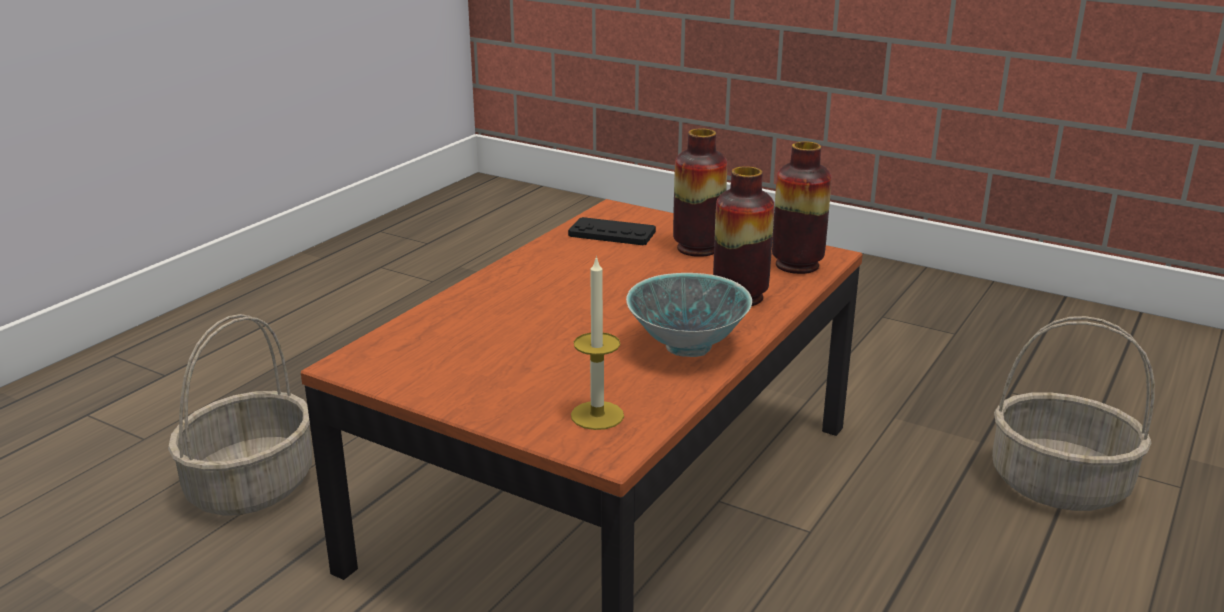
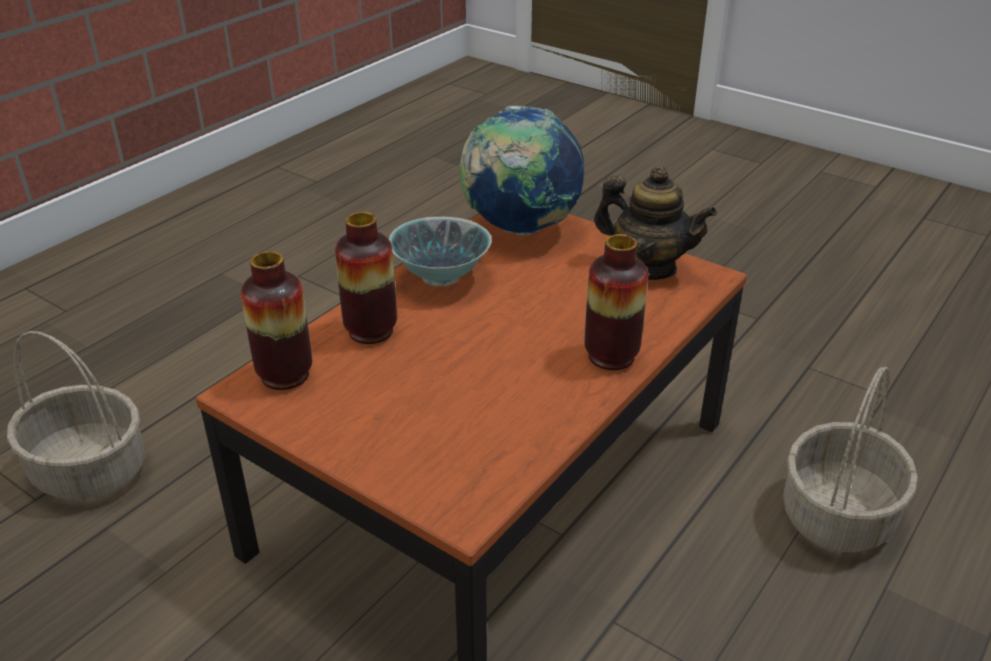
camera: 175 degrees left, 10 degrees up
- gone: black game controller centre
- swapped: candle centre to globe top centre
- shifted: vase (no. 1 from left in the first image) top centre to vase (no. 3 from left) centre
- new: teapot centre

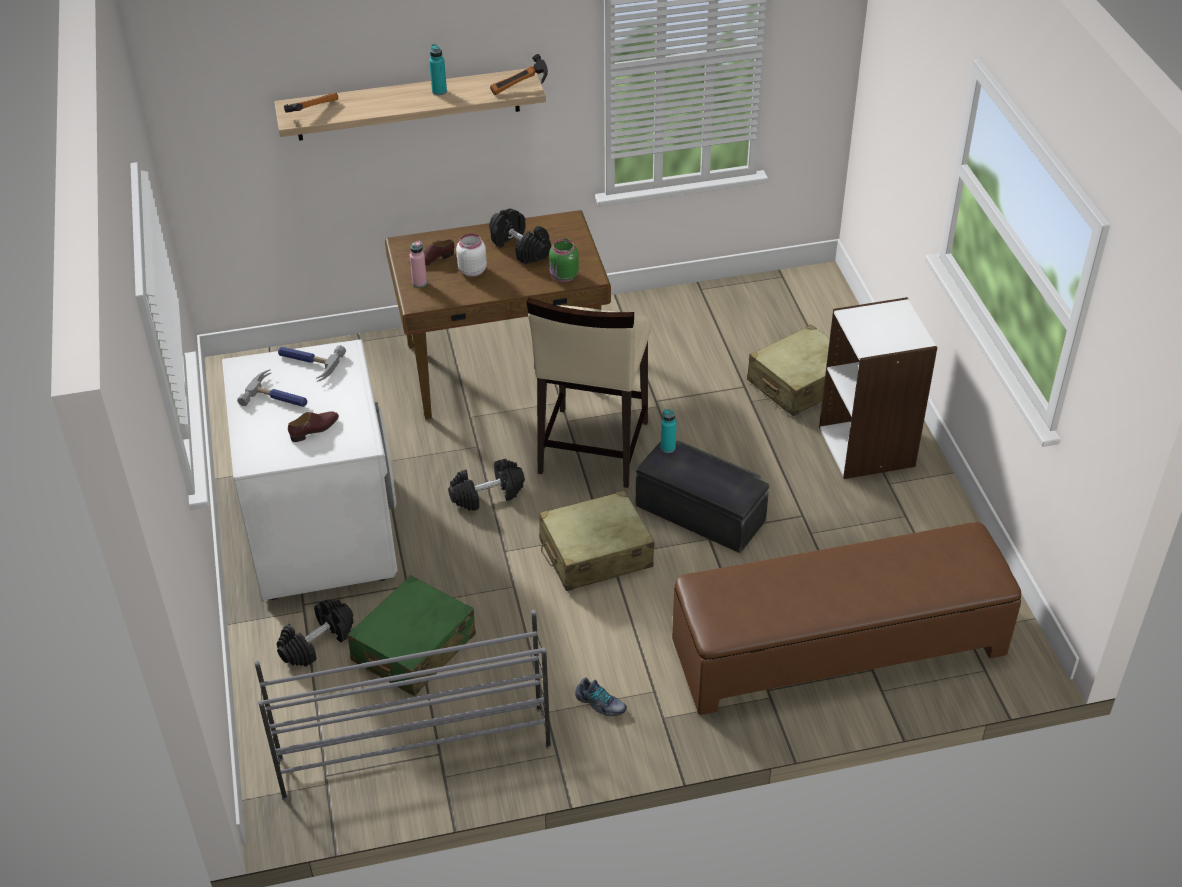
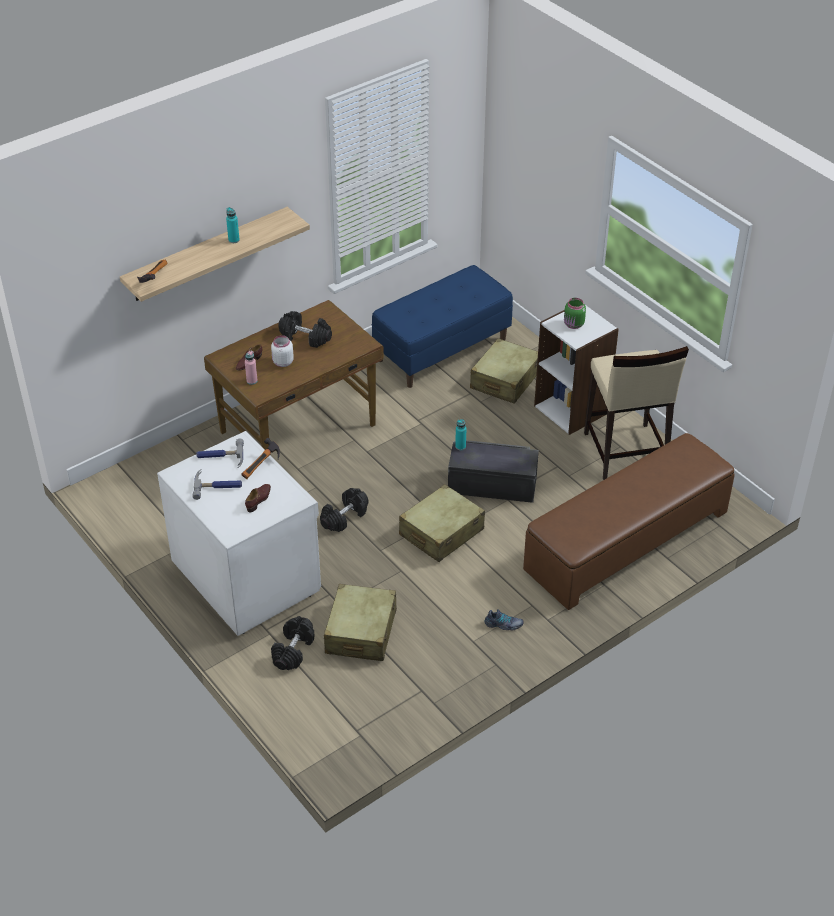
camera: 25 degrees left, 0 degrees up
- gone: grey shoe rack bottom centre
- repainted: green suitcase bottom centre to beige suitcase (no. 1 from left) bottom centre
- shifted: hammer (no. 4 from left) top centre to middle left
- shifted: beige stool centre to middle right
- shifted: green jar top centre to middle right
- new: blue bench centre

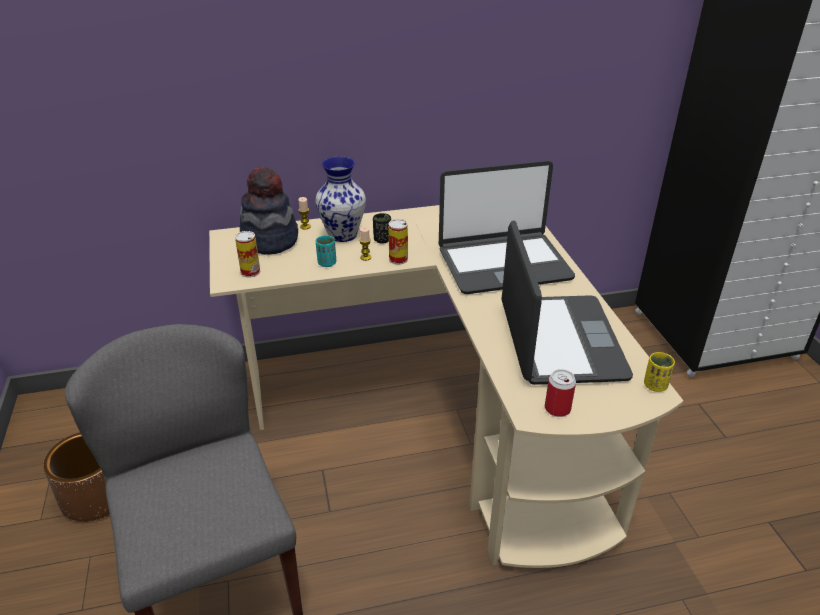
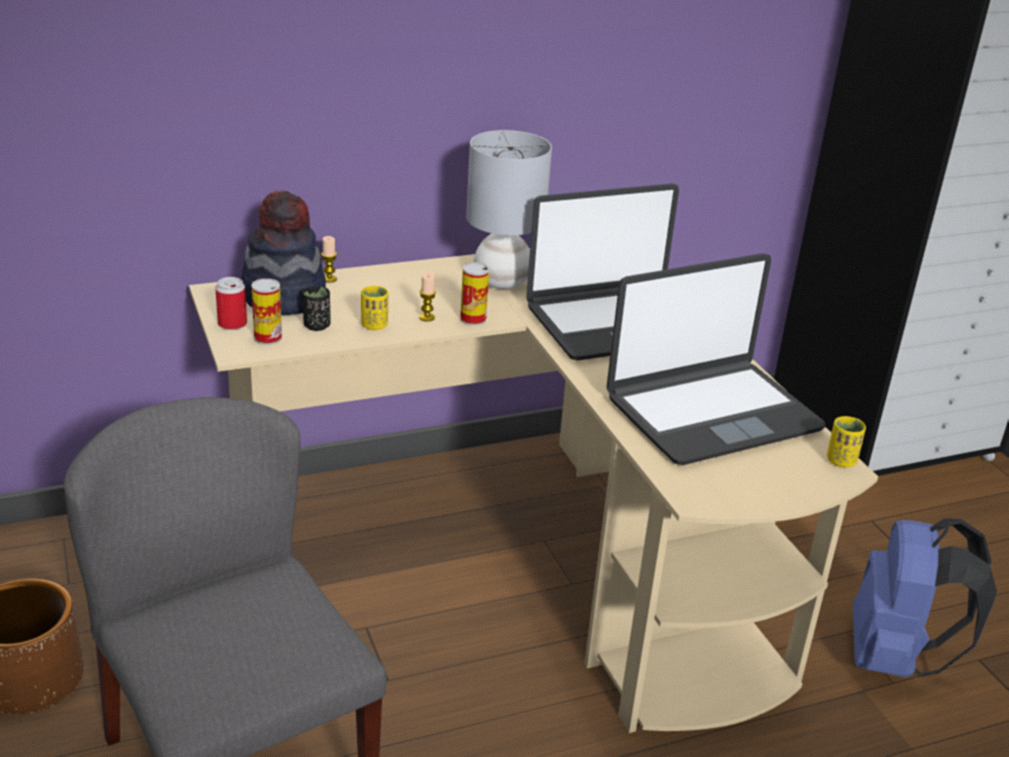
camera: 10 degrees left, 5 degrees down
- gone: vase top centre
- repainted: turquoise cup centre to yellow cup (no. 1 from left) centre
- shifted: black cup centre to middle left
- rotated: laptop (no. 2 from left) middle right = middle right 75 degrees clockwise
- shifted: can (no. 3 from left in the first image) middle right to can (no. 1 from left) middle left
- new: grey table lamp top centre
- new: blue backpack bottom right

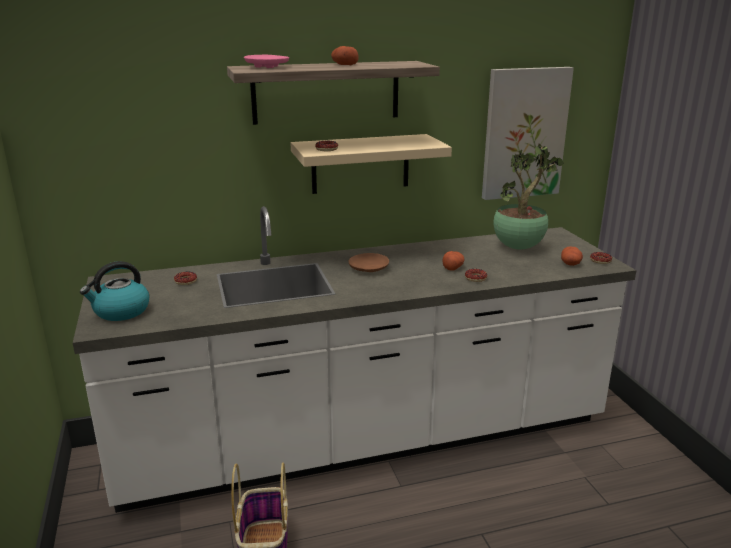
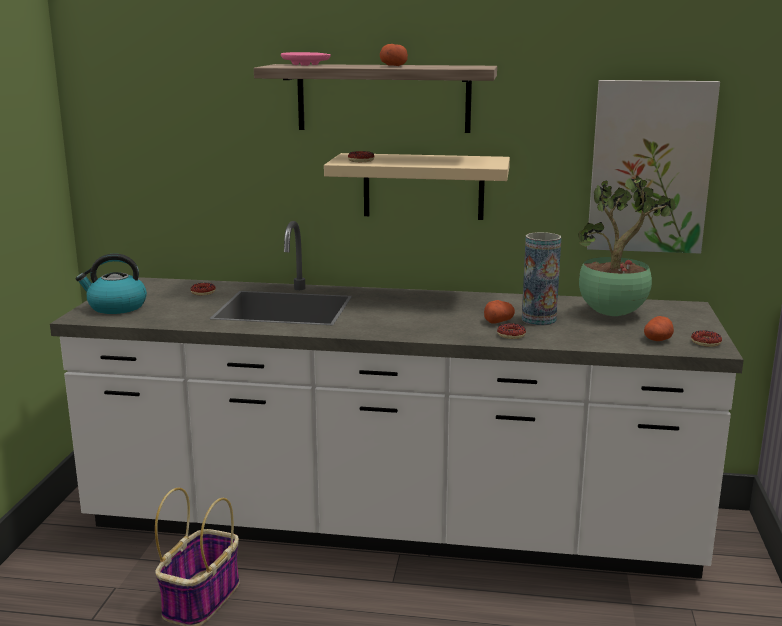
camera: 25 degrees right, 5 degrees down
- gone: brown plate centre
- new: vase middle right

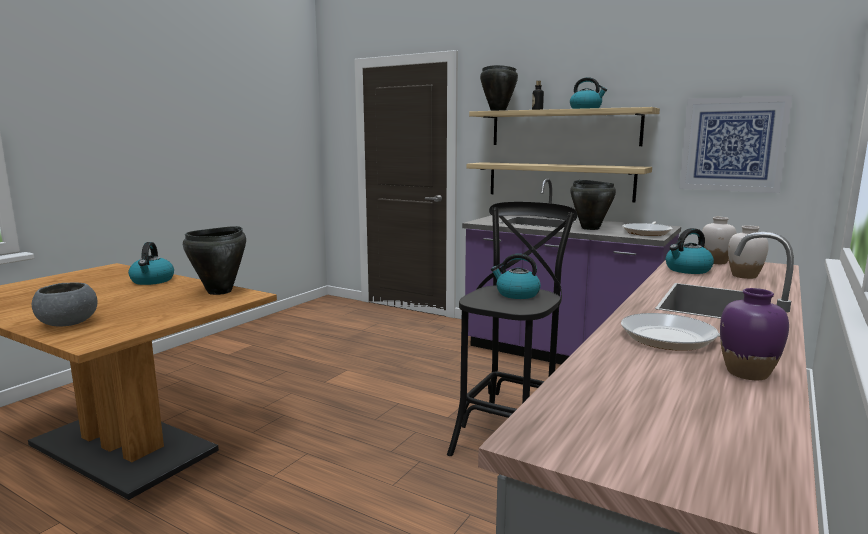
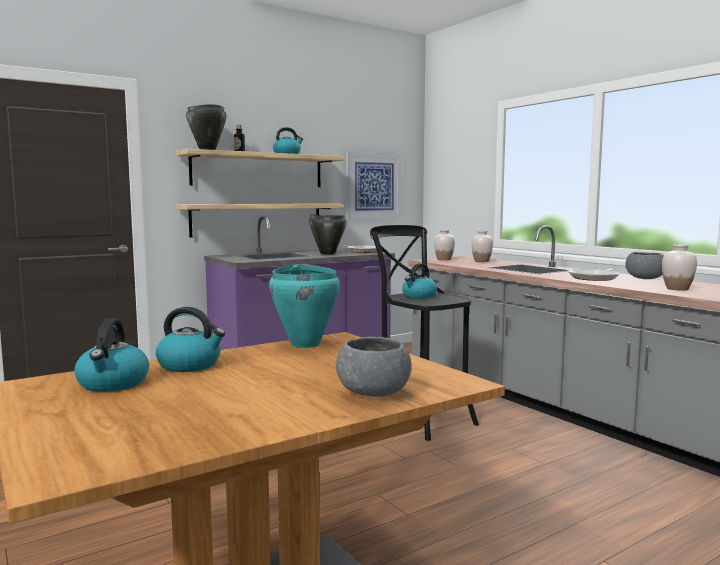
camera: 65 degrees left, 5 degrees down
- repainted: black cooking pot (no. 1 from left) middle left to turquoise cooking pot centre
- shifted: kettle (no. 4 from left in the first image) middle right to kettle (no. 1 from left) middle left
- swapped: purple vase middle right to grey bowl (no. 2 from left) middle right
- new: white vase (no. 3 from left) middle right

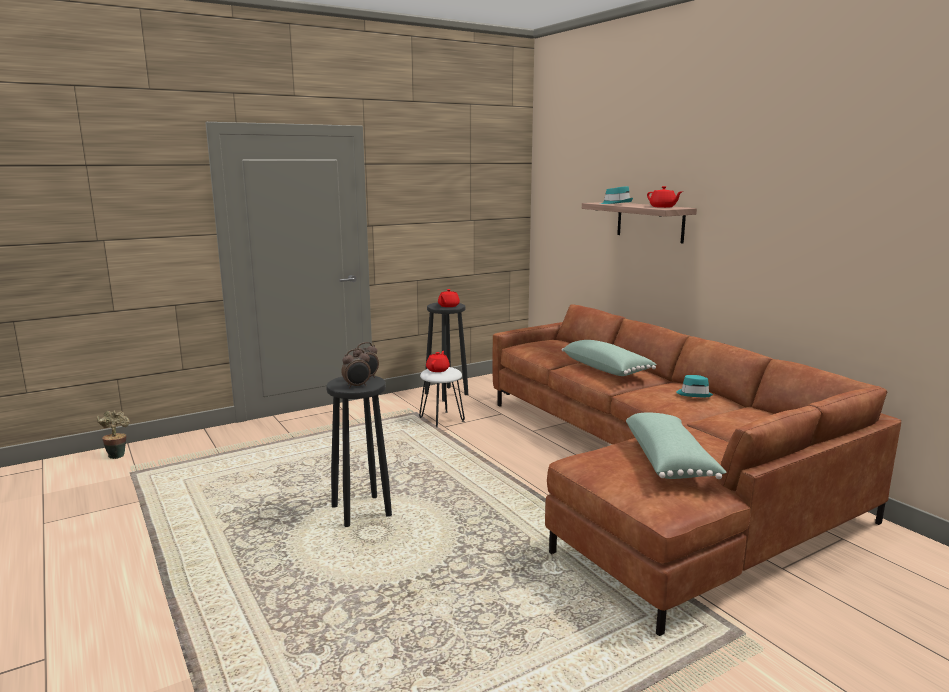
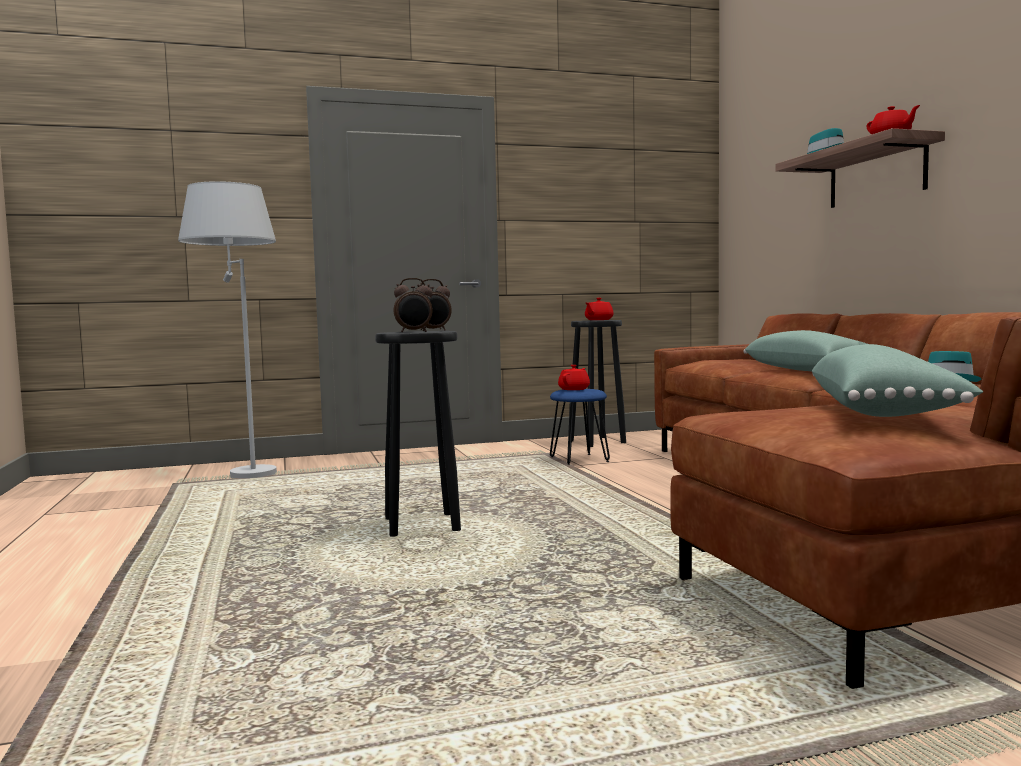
camera: 15 degrees right, 10 degrees down
- gone: potted plant middle left
- repainted: white stool centre to blue stool centre
- new: white floor lamp middle left

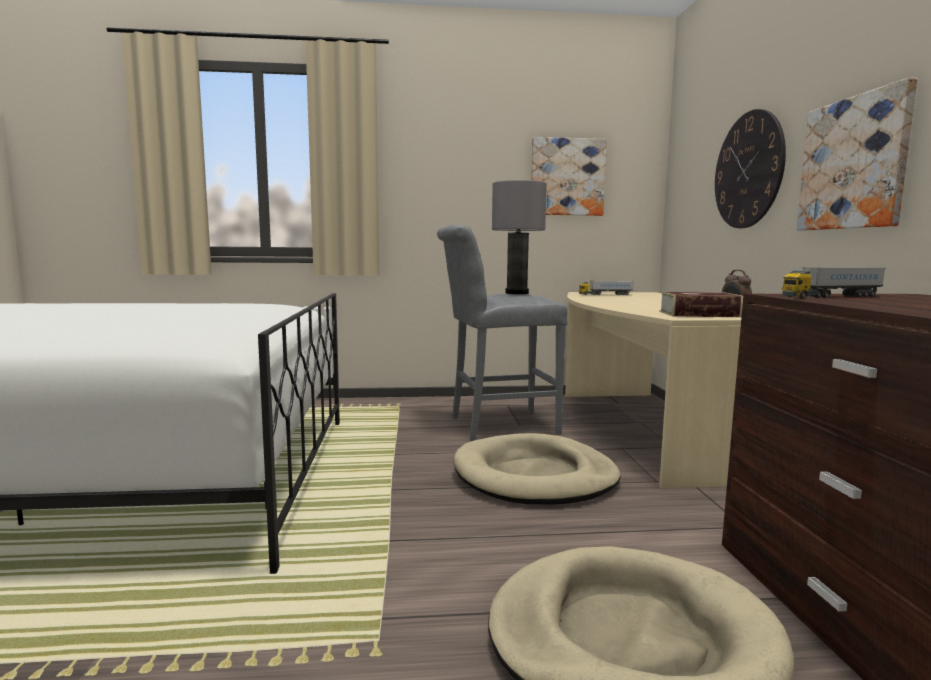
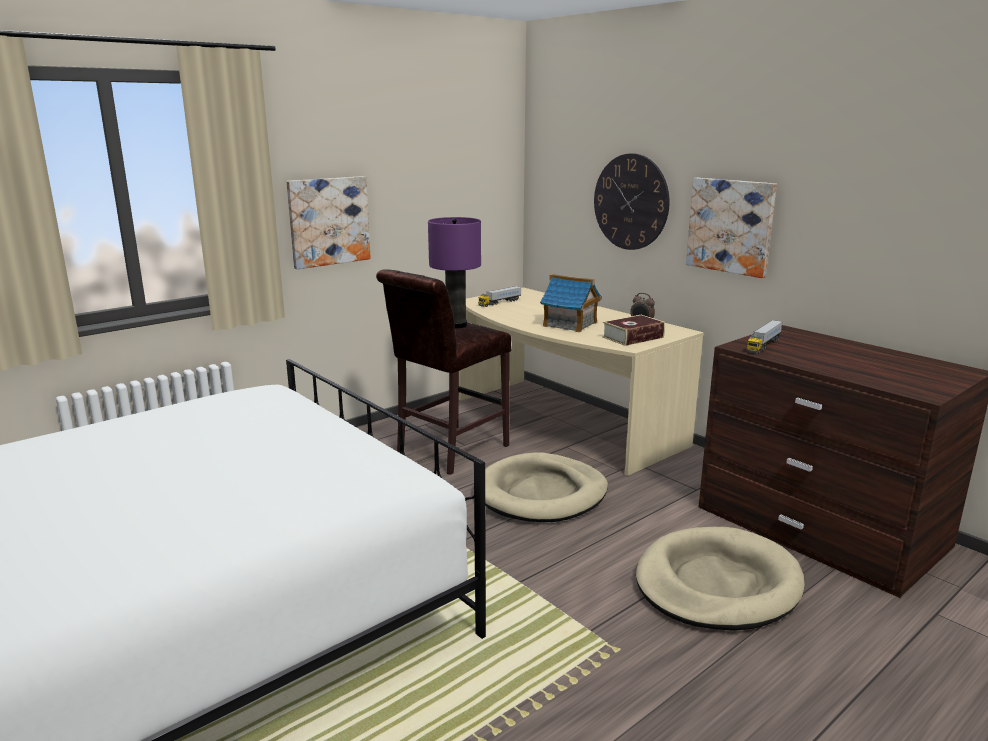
camera: 35 degrees left, 10 degrees up
- repainted: grey stool centre to brown stool centre
- repainted: grey table lamp centre to purple table lamp centre
- shifted: picture (no. 1 from left) top centre to top left
- new: toy house centre

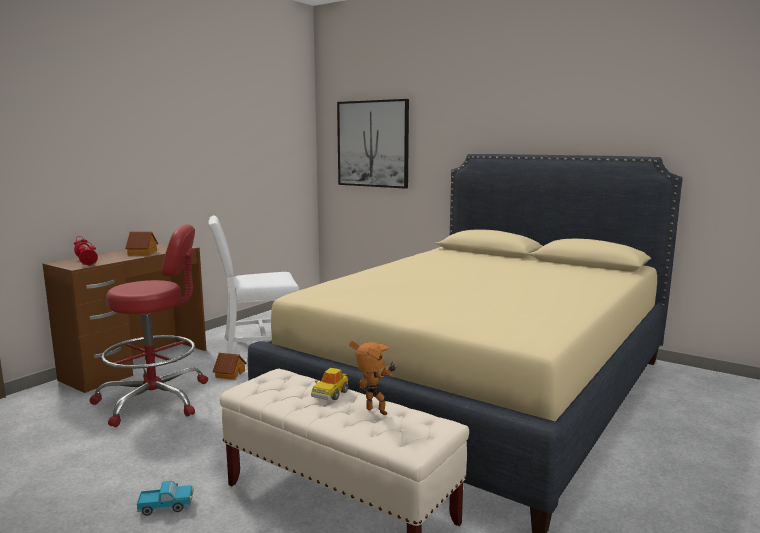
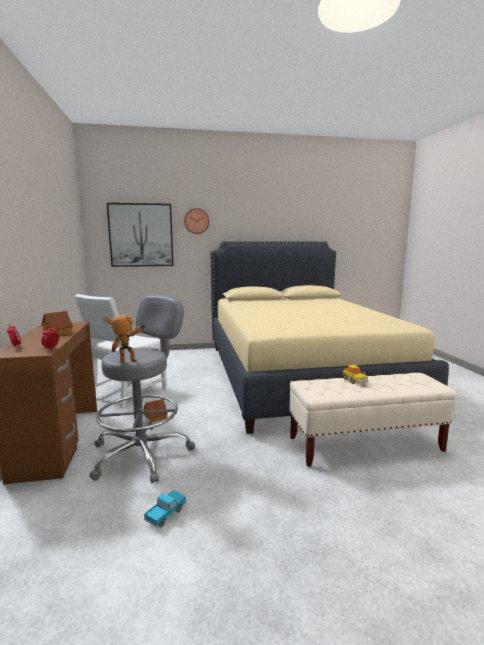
camera: 45 degrees left, 0 degrees up
- repainted: red stool middle left to grey stool middle left
- shifted: toy truck bottom left to bottom centre
- shifted: toy robot bottom centre to middle left
- new: wall clock centre

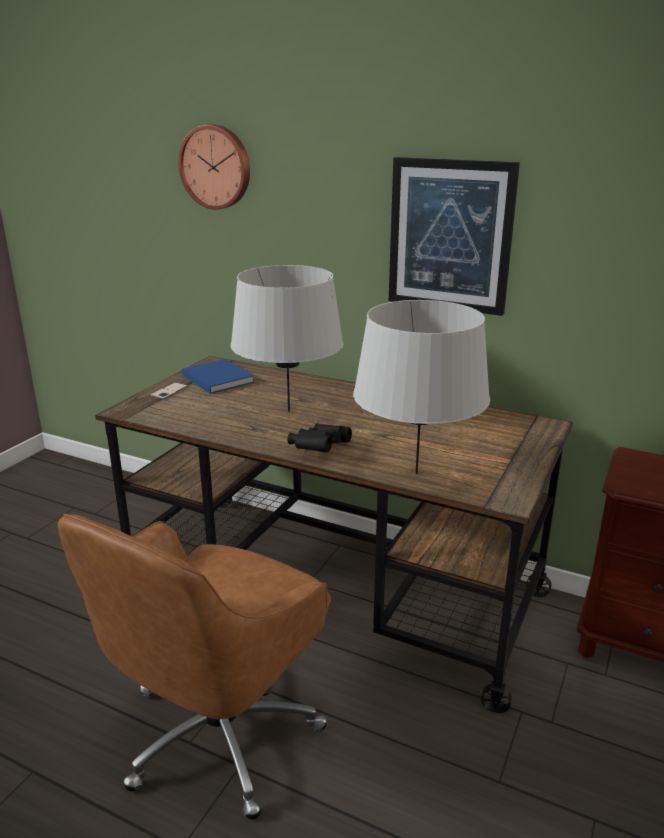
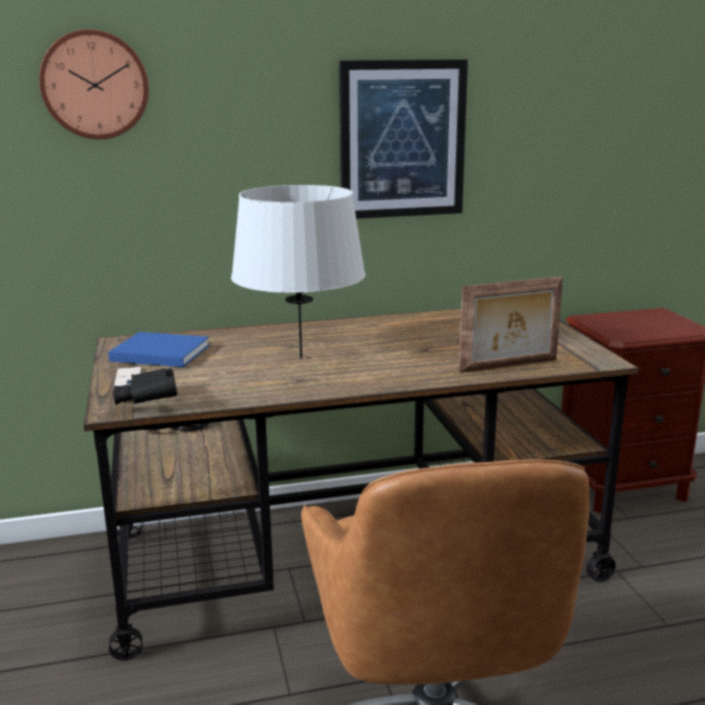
camera: 40 degrees left, 5 degrees down
- shifted: black binoculars centre to middle left
- swapped: grey table lamp (no. 2 from left) centre to picture frame middle right

